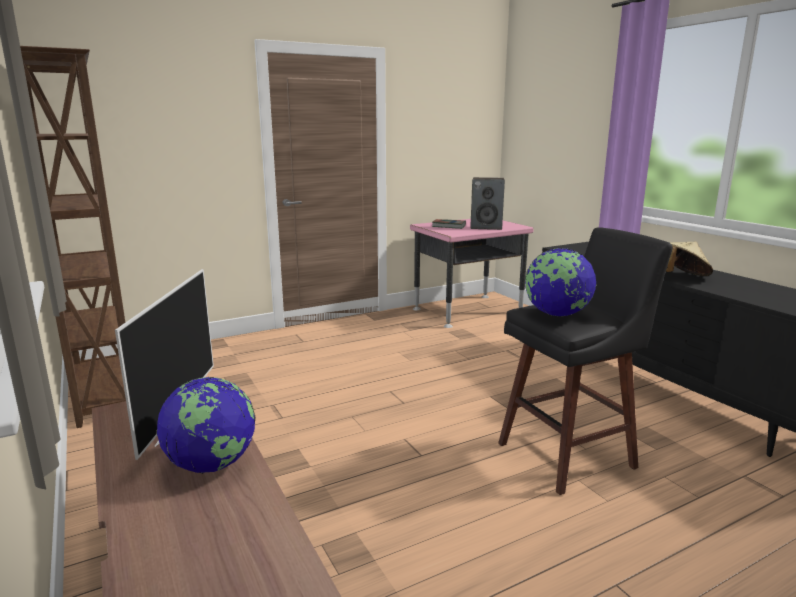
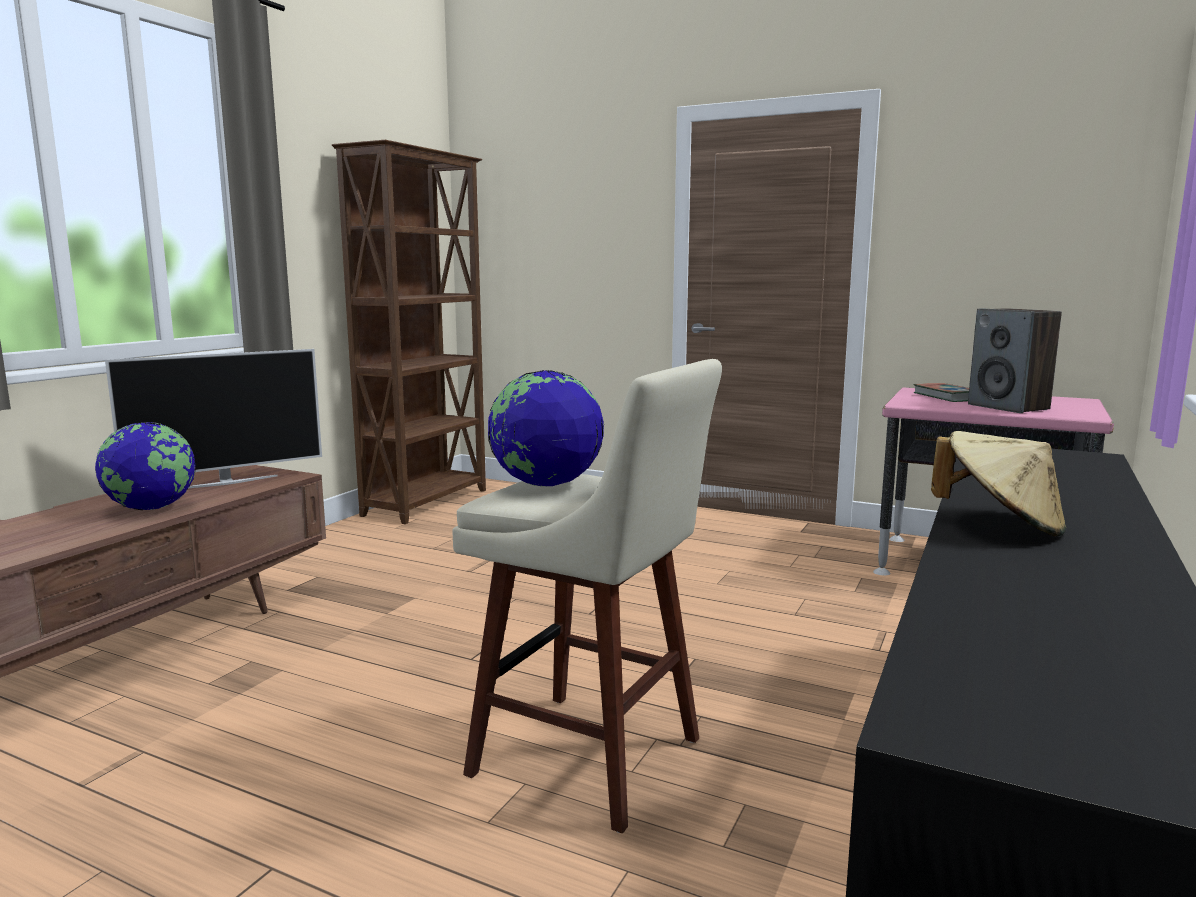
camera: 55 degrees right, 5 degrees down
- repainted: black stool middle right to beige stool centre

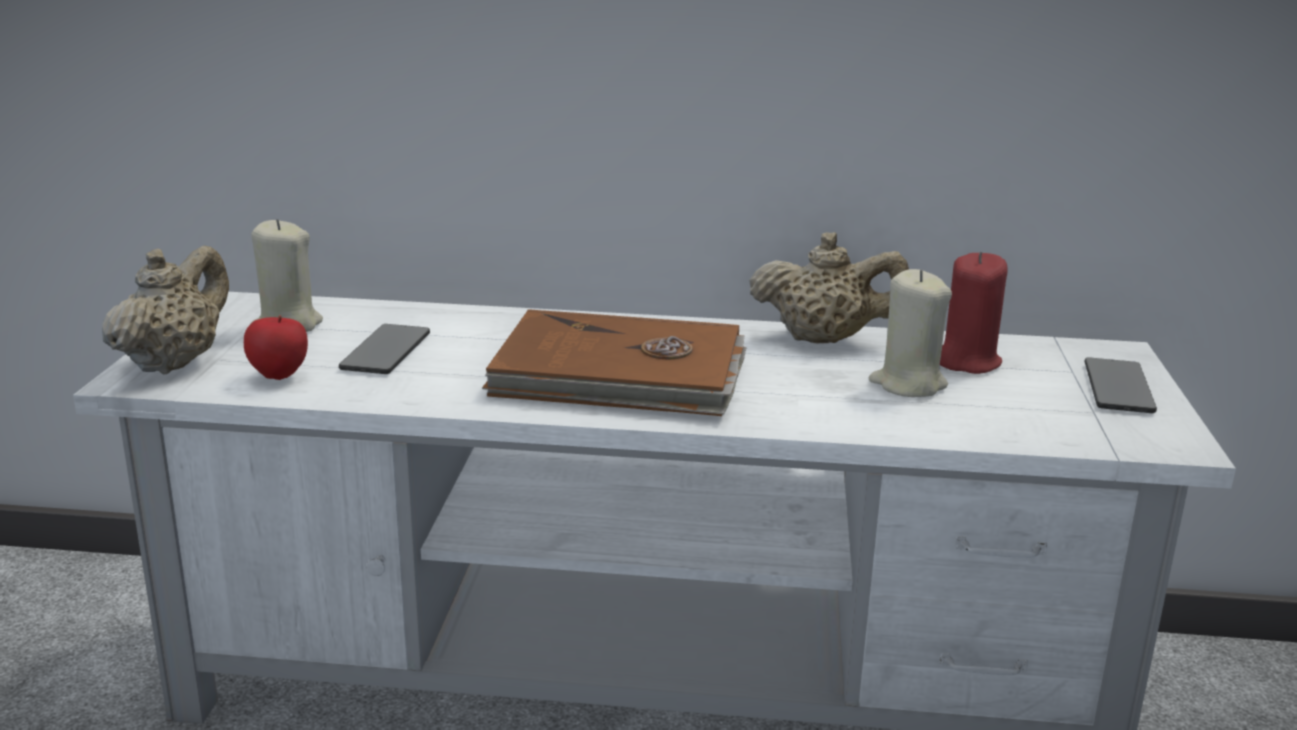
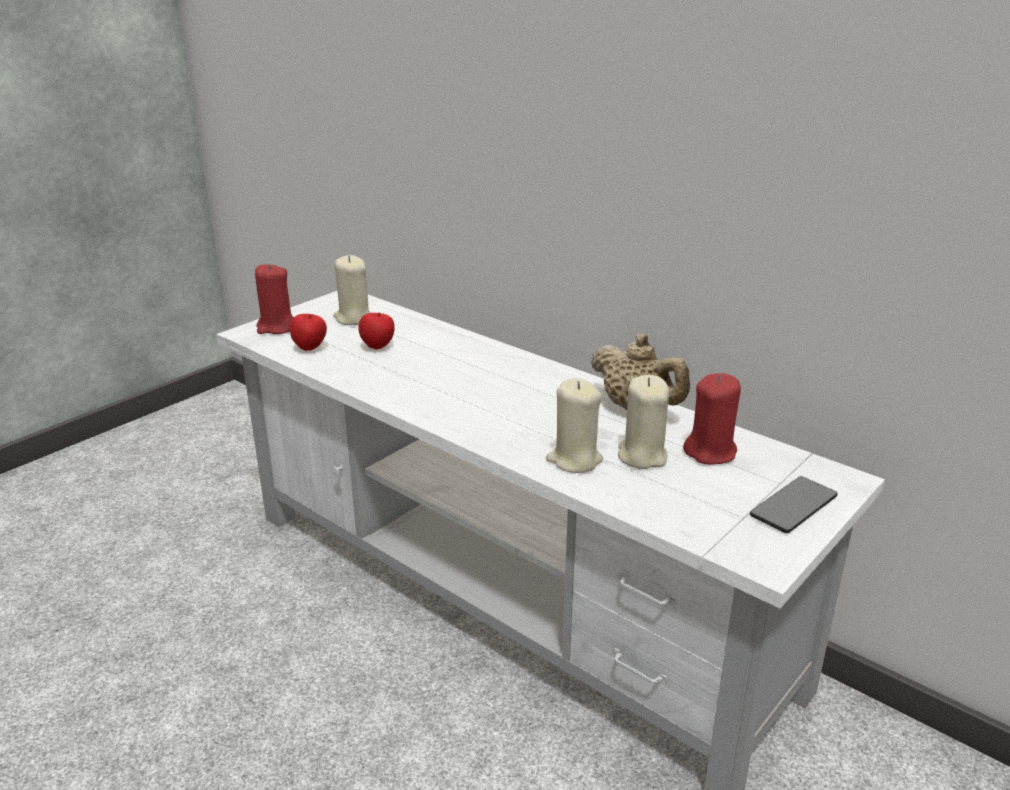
camera: 35 degrees right, 5 degrees up
- swapped: beige teapot (no. 1 from left) middle left to red candle (no. 1 from left) middle left
- swapped: phone (no. 1 from left) middle left to apple (no. 2 from left) centre
- gone: brown book centre
- new: beige candle (no. 2 from left) centre

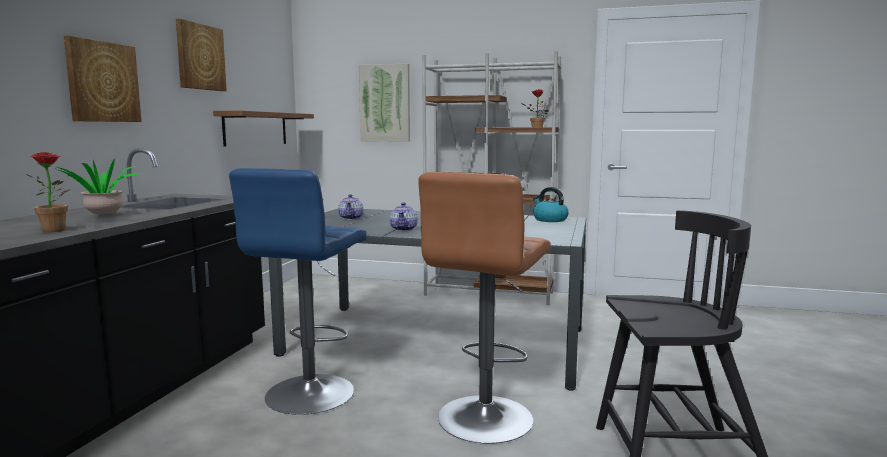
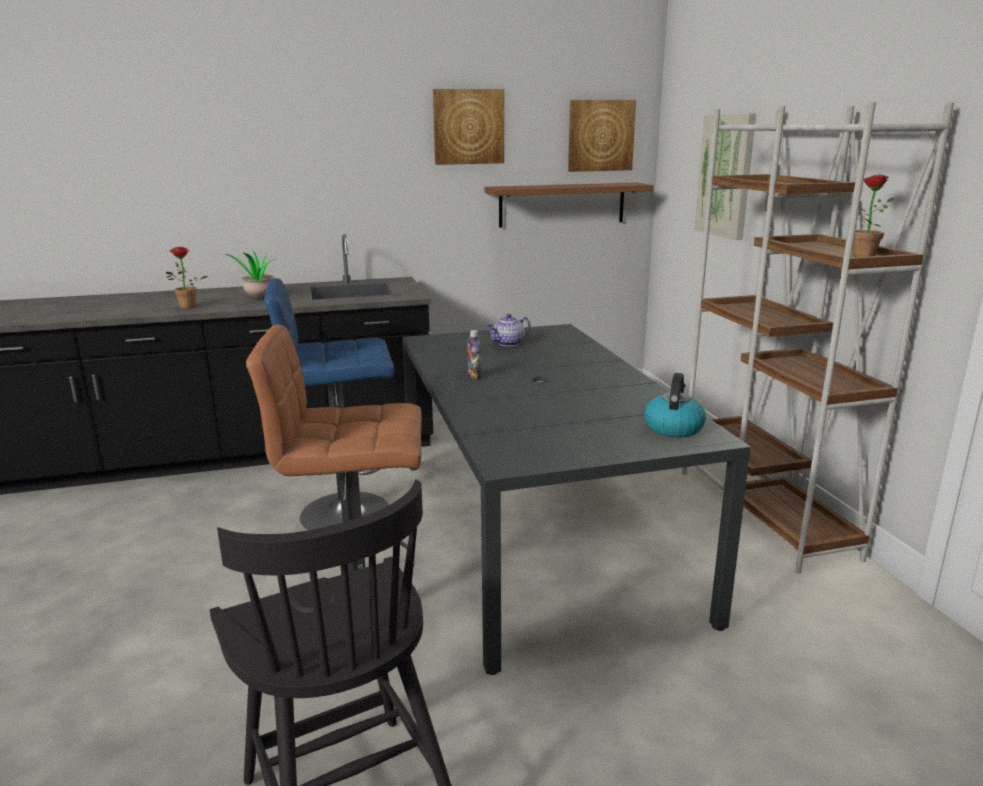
camera: 60 degrees right, 10 degrees up
- shifted: picture (no. 1 from left in the first image) top left to picture (no. 2 from left) top centre
- swapped: teapot (no. 2 from left) centre to bottle centre

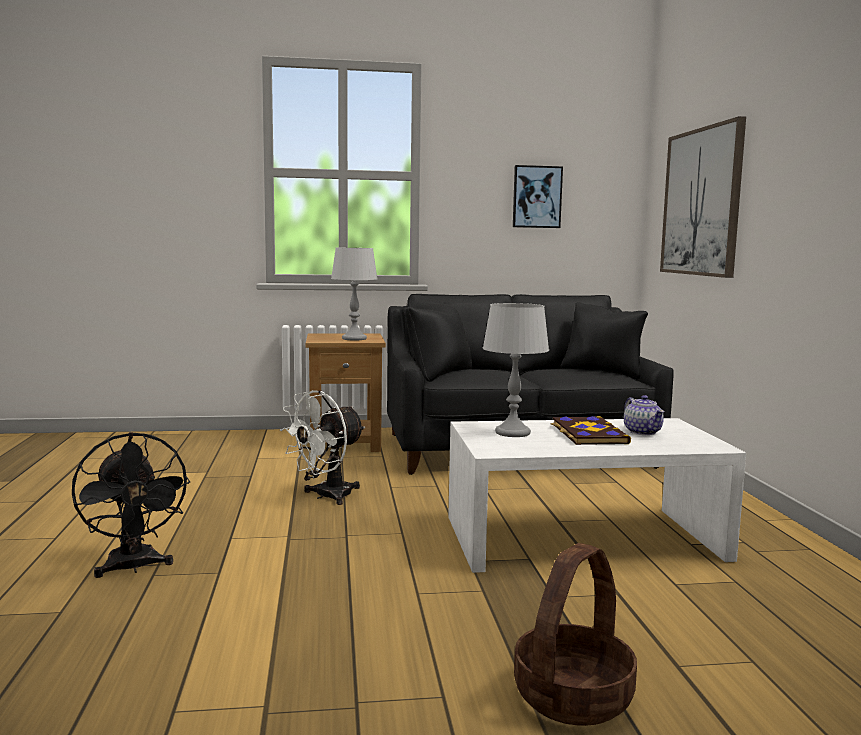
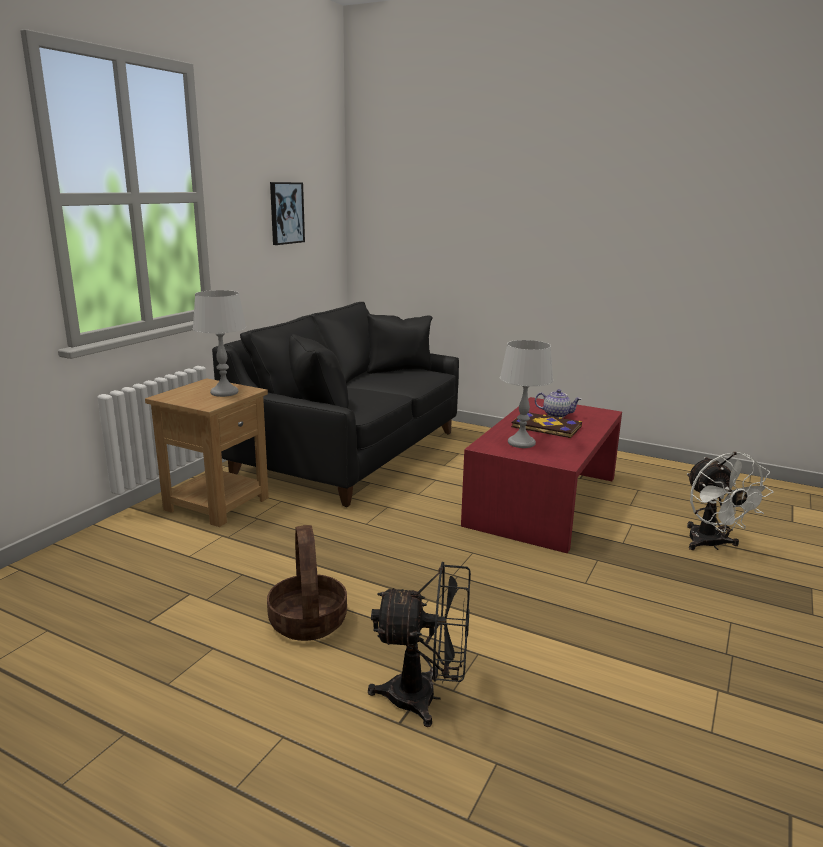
camera: 55 degrees left, 10 degrees up
- shifted: white fan centre to middle right
- repainted: white coffee table bottom right to red coffee table centre
- shifted: basket bottom right to bottom centre
- gone: picture (no. 2 from left) top right

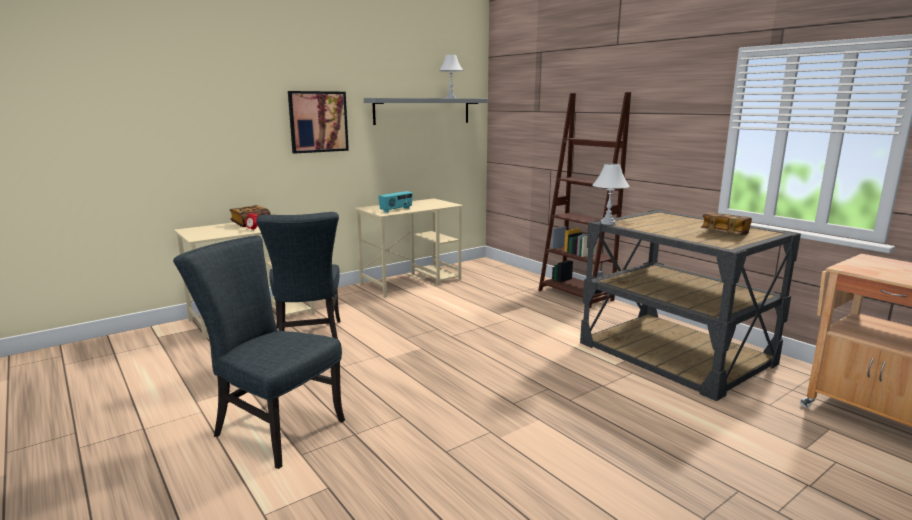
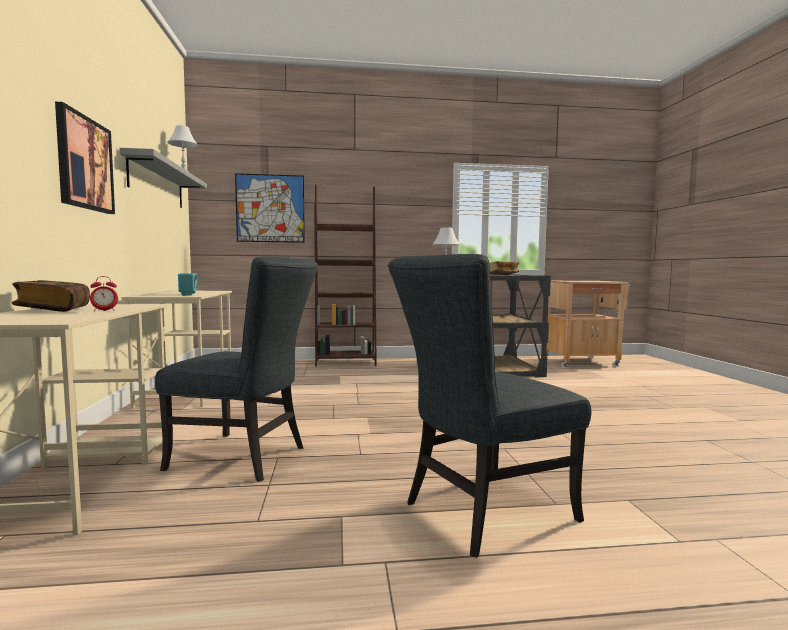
camera: 60 degrees left, 10 degrees down
- new: picture (no. 2 from left) top centre

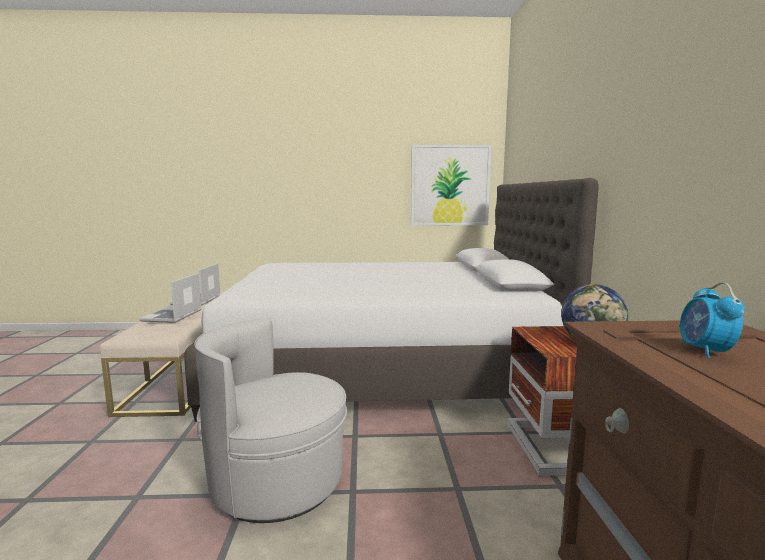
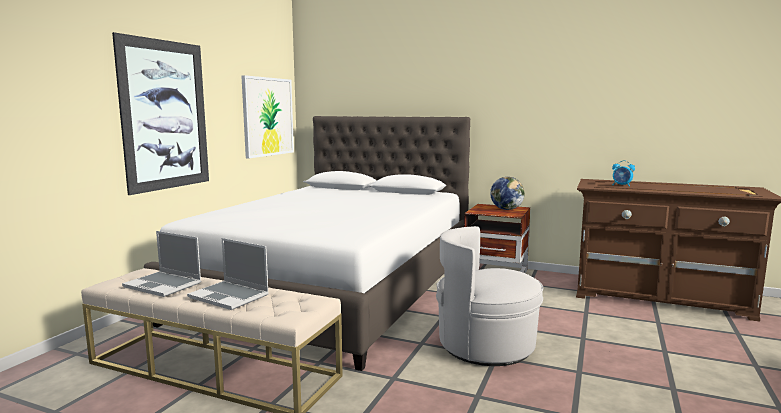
camera: 65 degrees left, 0 degrees up
- rotated: white armchair bottom centre = bottom centre 75 degrees clockwise
- new: picture (no. 1 from left) top left

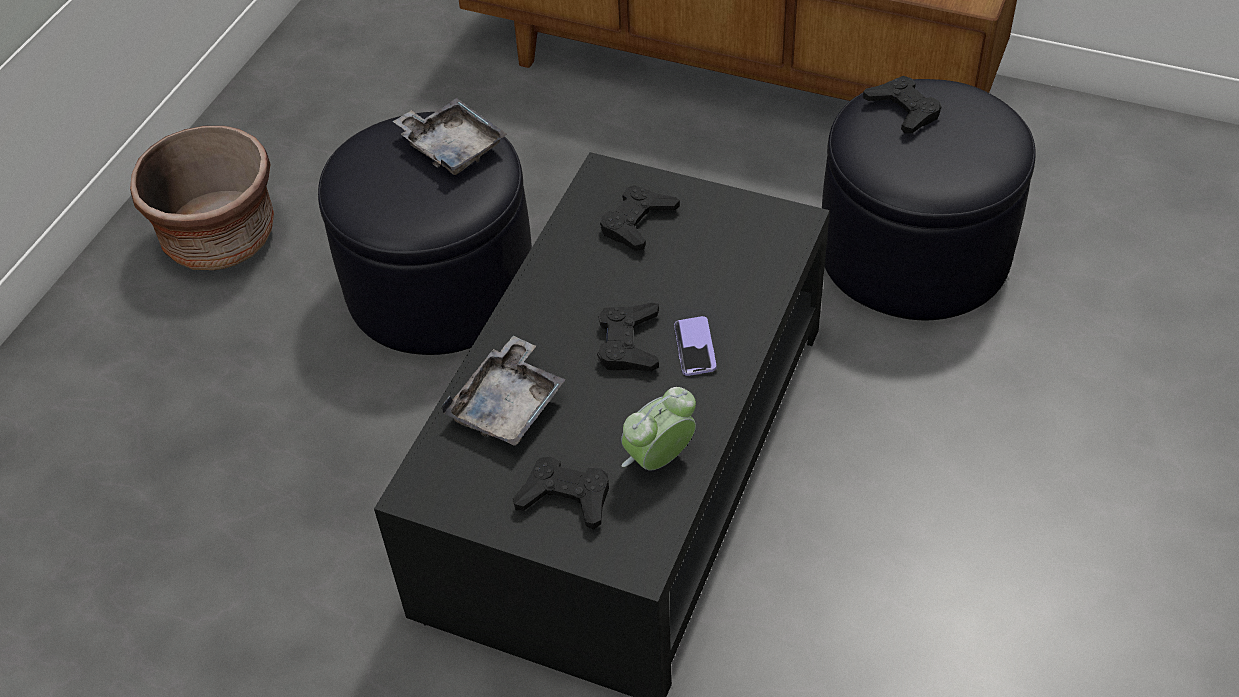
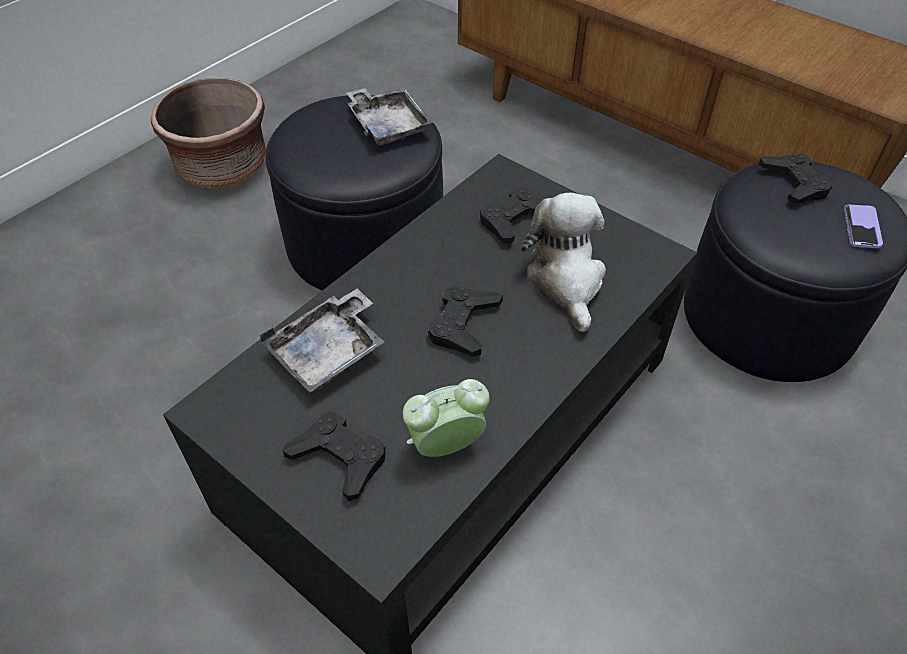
camera: 15 degrees right, 0 degrees up
- shifted: phone centre to middle right
- new: plush toy centre

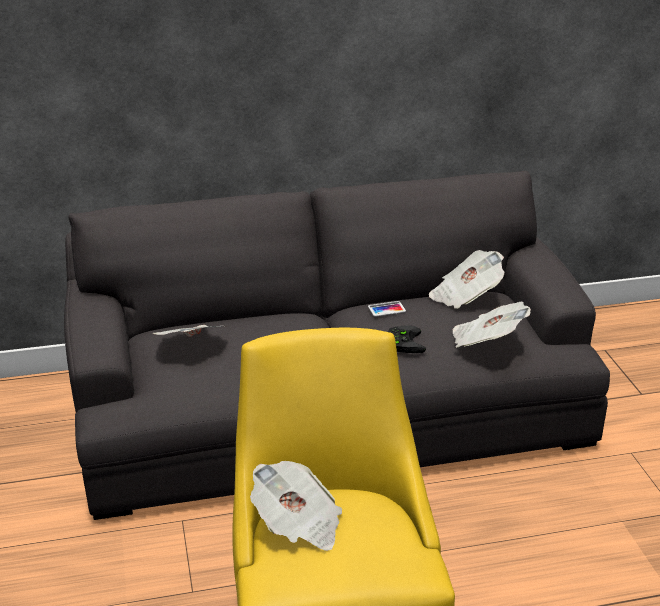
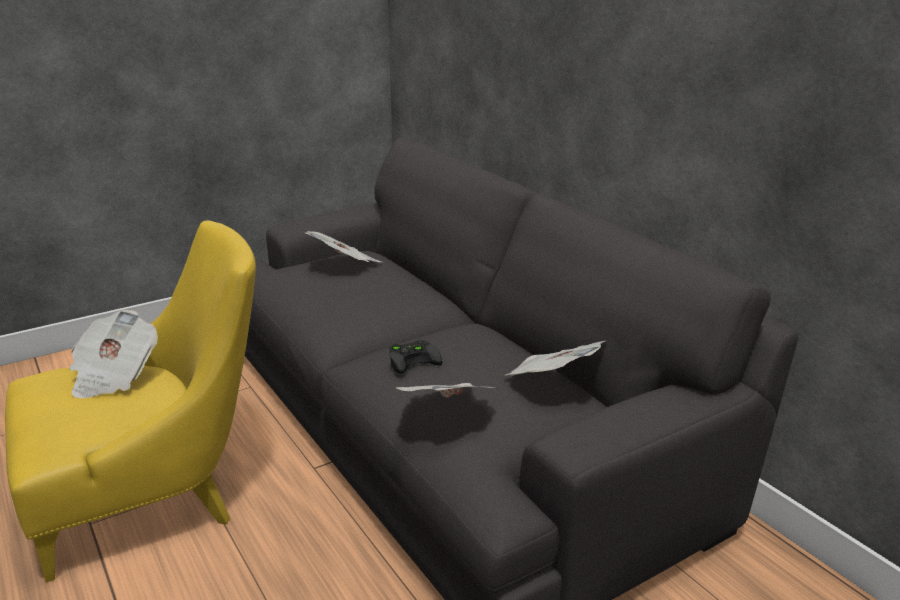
camera: 70 degrees right, 5 degrees down
- gone: phone centre

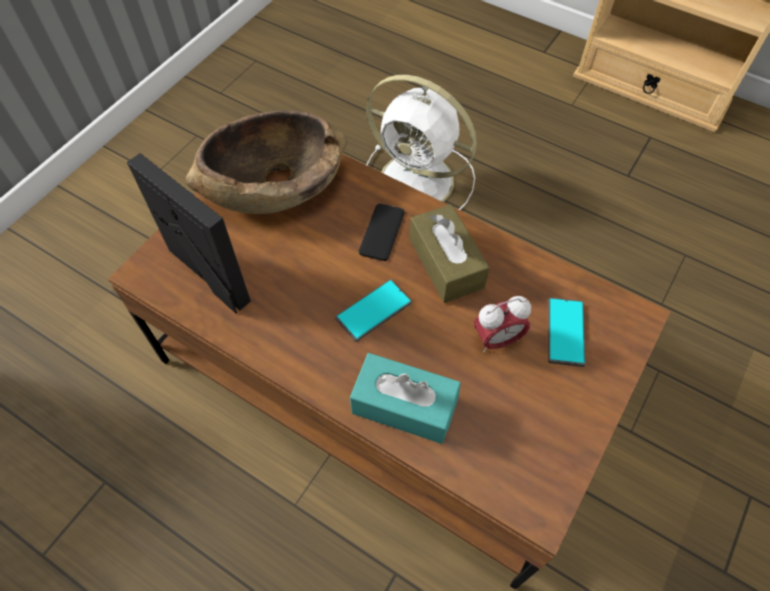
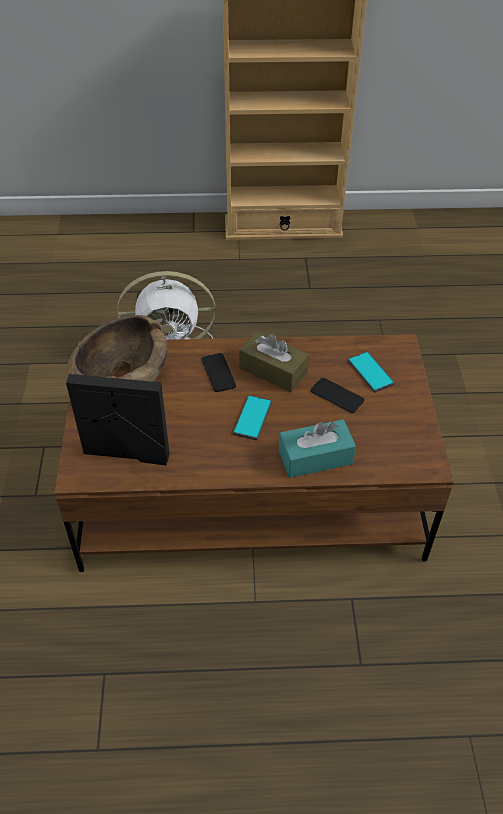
camera: 35 degrees left, 10 degrees down
- swapped: alarm clock centre to phone (no. 3 from left) middle right

